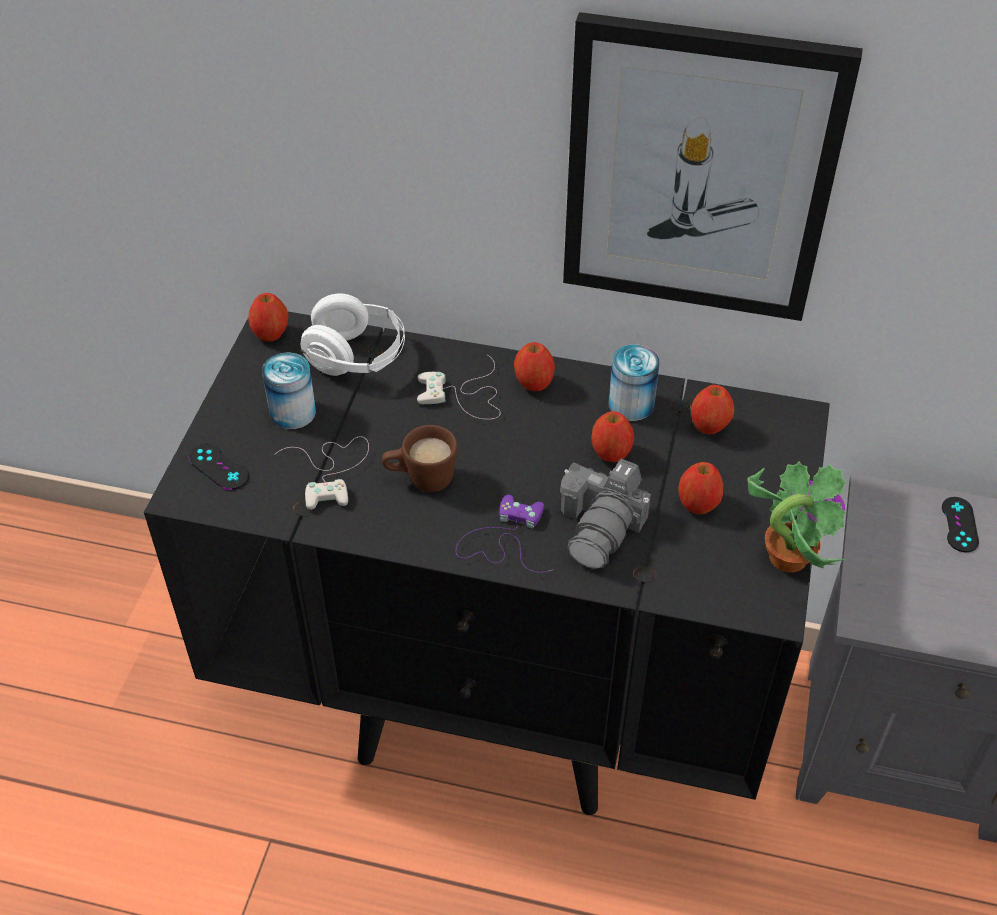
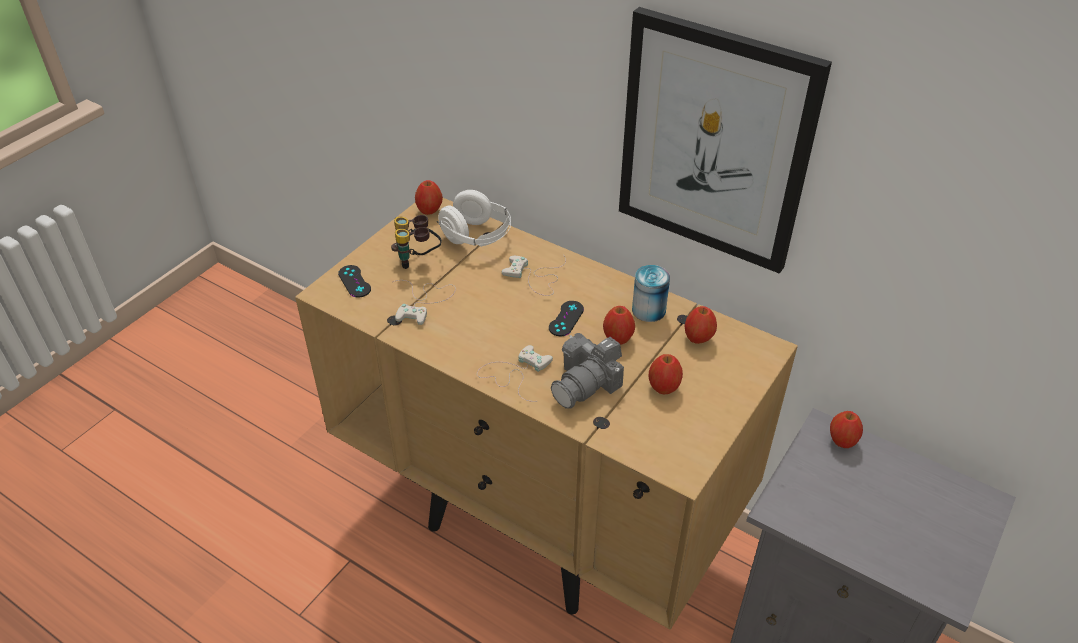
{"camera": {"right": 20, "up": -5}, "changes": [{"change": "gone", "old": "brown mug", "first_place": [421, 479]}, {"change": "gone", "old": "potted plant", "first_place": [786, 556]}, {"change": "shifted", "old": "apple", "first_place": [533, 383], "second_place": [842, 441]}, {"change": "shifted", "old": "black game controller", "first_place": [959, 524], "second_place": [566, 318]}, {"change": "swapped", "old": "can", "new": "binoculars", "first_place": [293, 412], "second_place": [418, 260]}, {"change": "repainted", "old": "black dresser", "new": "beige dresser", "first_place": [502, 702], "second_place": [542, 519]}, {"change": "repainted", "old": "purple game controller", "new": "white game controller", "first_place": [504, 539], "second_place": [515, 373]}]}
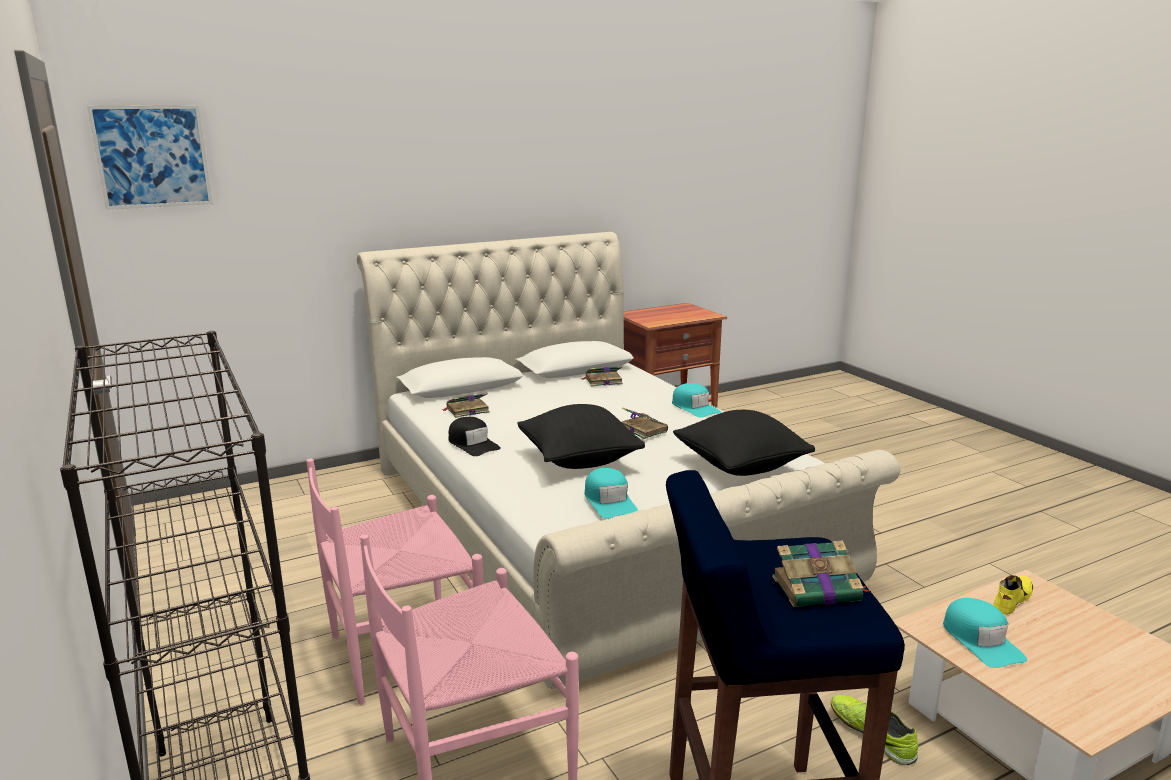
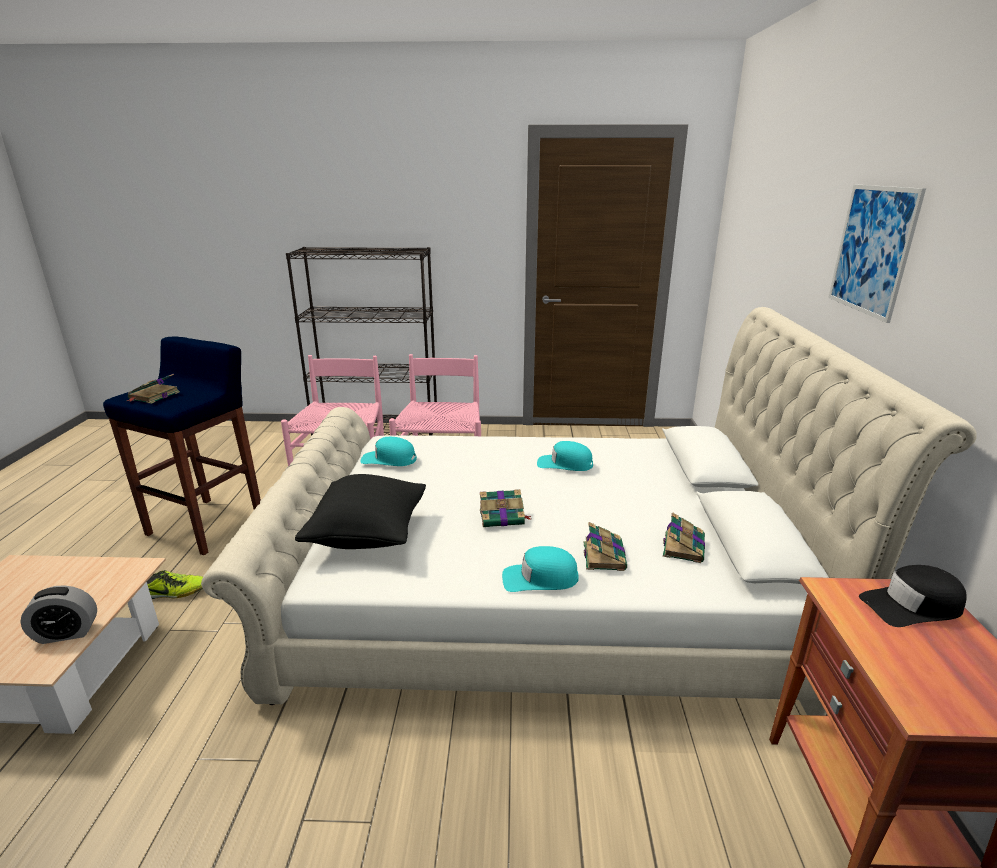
{"camera": {"right": 120, "up": 5}, "changes": [{"change": "gone", "old": "black pillow", "first_place": [579, 460]}, {"change": "shifted", "old": "picture", "first_place": [152, 156], "second_place": [872, 250]}, {"change": "shifted", "old": "book", "first_place": [466, 410], "second_place": [604, 555]}, {"change": "shifted", "old": "black cap", "first_place": [472, 444], "second_place": [912, 606]}, {"change": "shifted", "old": "turquoise cap", "first_place": [981, 641], "second_place": [564, 464]}, {"change": "swapped", "old": "yellow shoe", "new": "alarm clock", "first_place": [1011, 599], "second_place": [66, 633]}]}
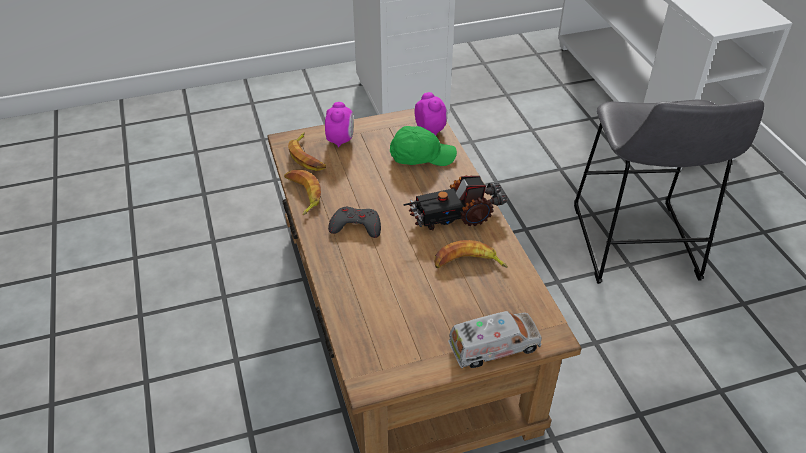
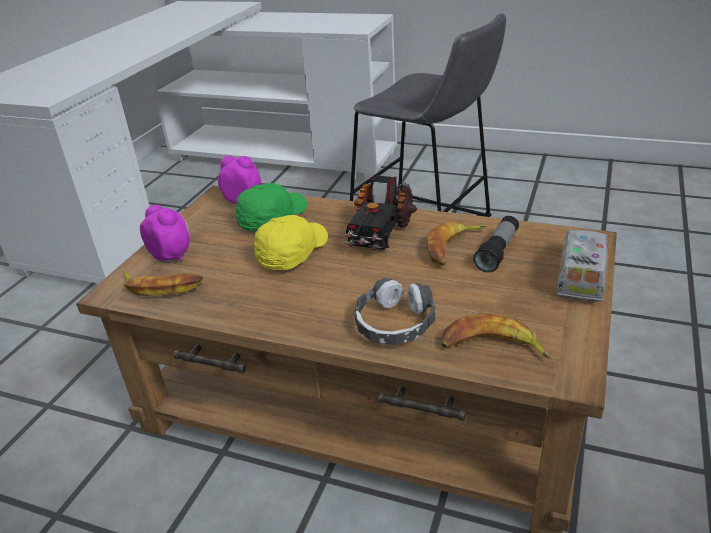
{"camera": {"right": -50, "up": -10}, "changes": [{"change": "gone", "old": "grey game controller", "first_place": [356, 226]}, {"change": "new", "new": "yellow cap", "second_place": [292, 253]}, {"change": "new", "new": "headphones", "second_place": [395, 323]}, {"change": "new", "new": "flashlight", "second_place": [497, 252]}, {"change": "shifted", "old": "banana", "first_place": [302, 194], "second_place": [492, 347]}]}
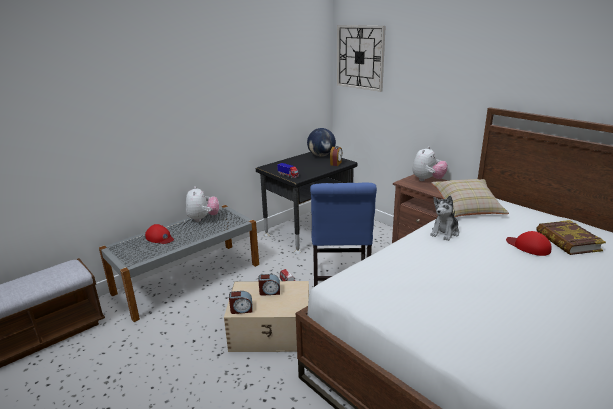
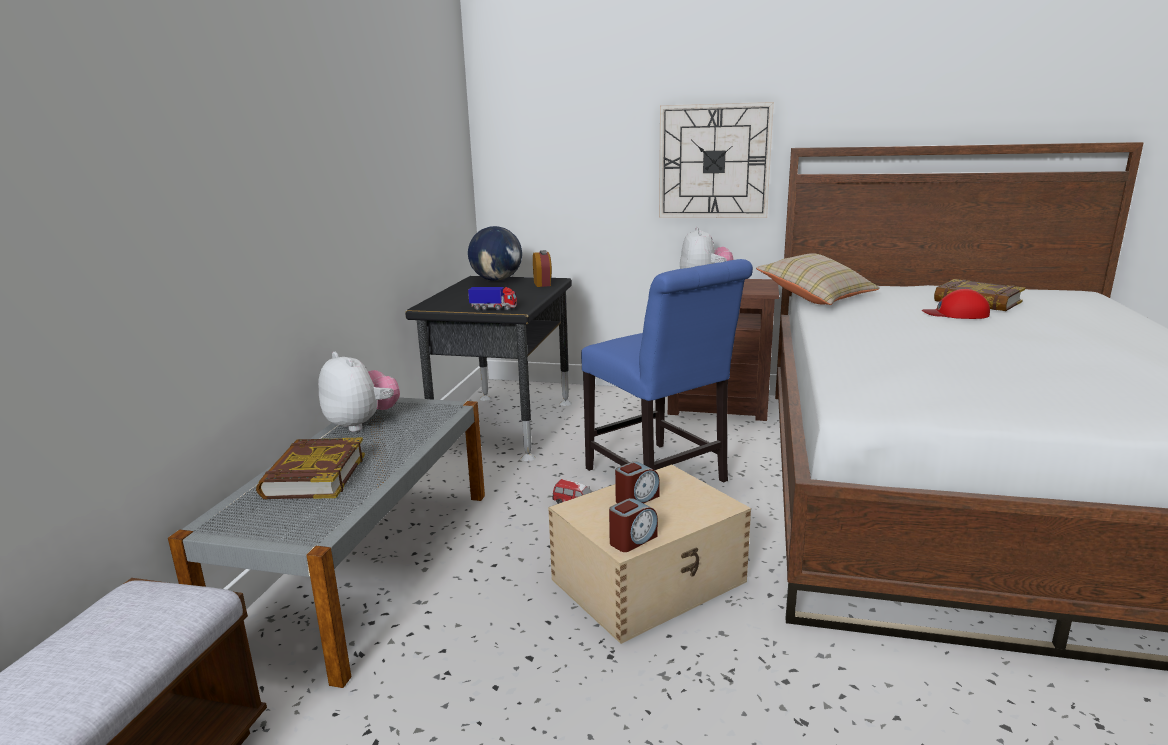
{"camera": {"right": -35, "up": -5}, "changes": [{"change": "gone", "old": "plush toy", "first_place": [445, 232]}, {"change": "shifted", "old": "wall clock", "first_place": [360, 57], "second_place": [714, 161]}, {"change": "swapped", "old": "red cap", "new": "book", "first_place": [160, 238], "second_place": [314, 476]}]}
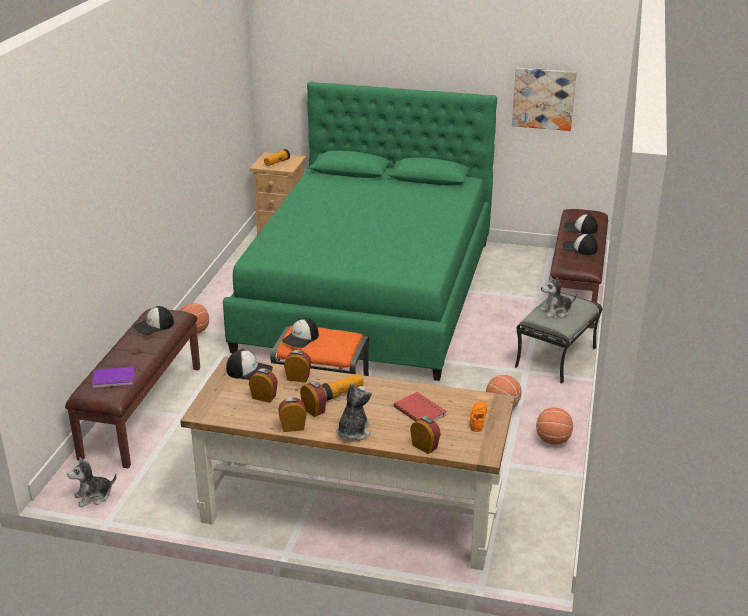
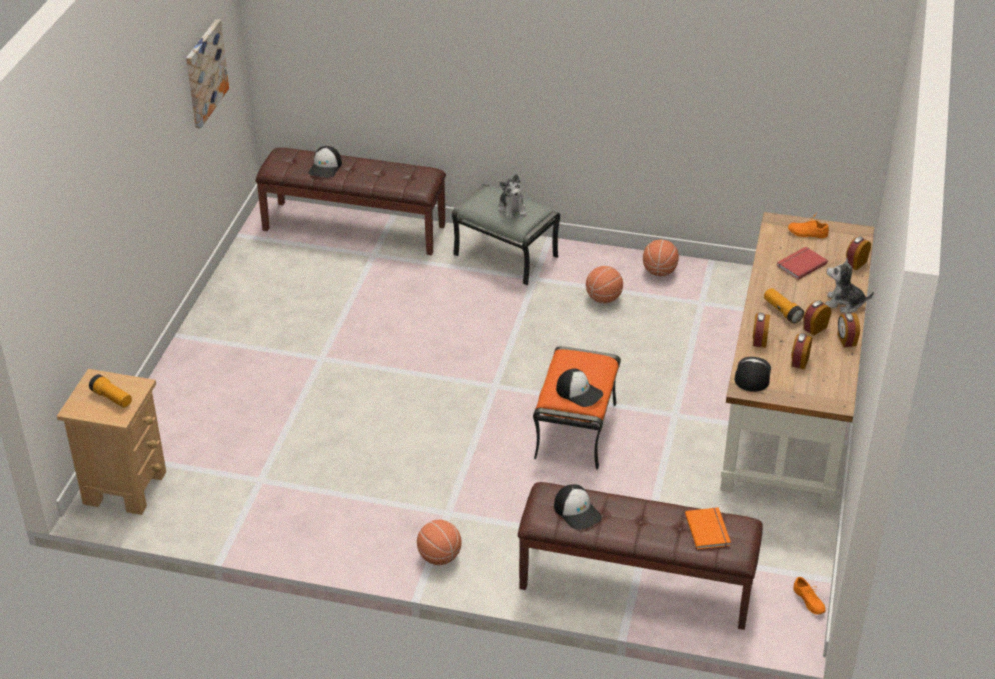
{"camera": {"right": -90, "up": 10}, "changes": [{"change": "gone", "old": "green bed", "first_place": [370, 293]}, {"change": "gone", "old": "cap", "first_place": [579, 248]}, {"change": "swapped", "old": "plush toy", "new": "orange shoe", "first_place": [94, 496], "second_place": [807, 601]}, {"change": "repainted", "old": "purple book", "new": "orange book", "first_place": [114, 379], "second_place": [709, 529]}]}
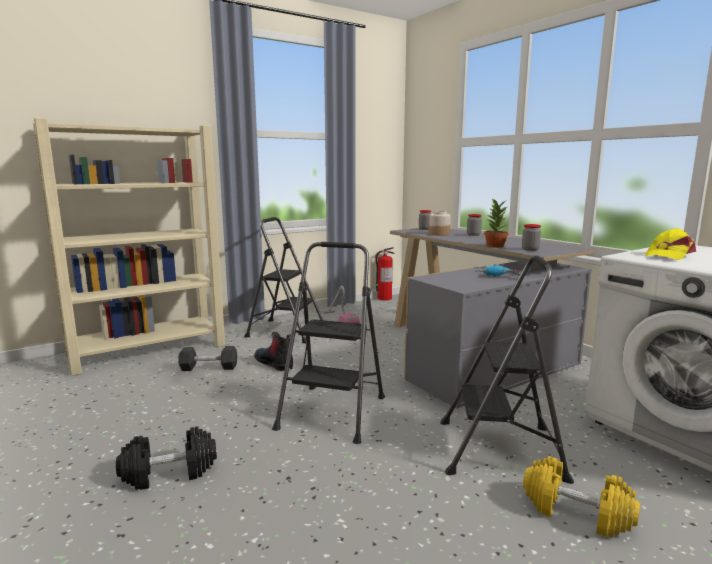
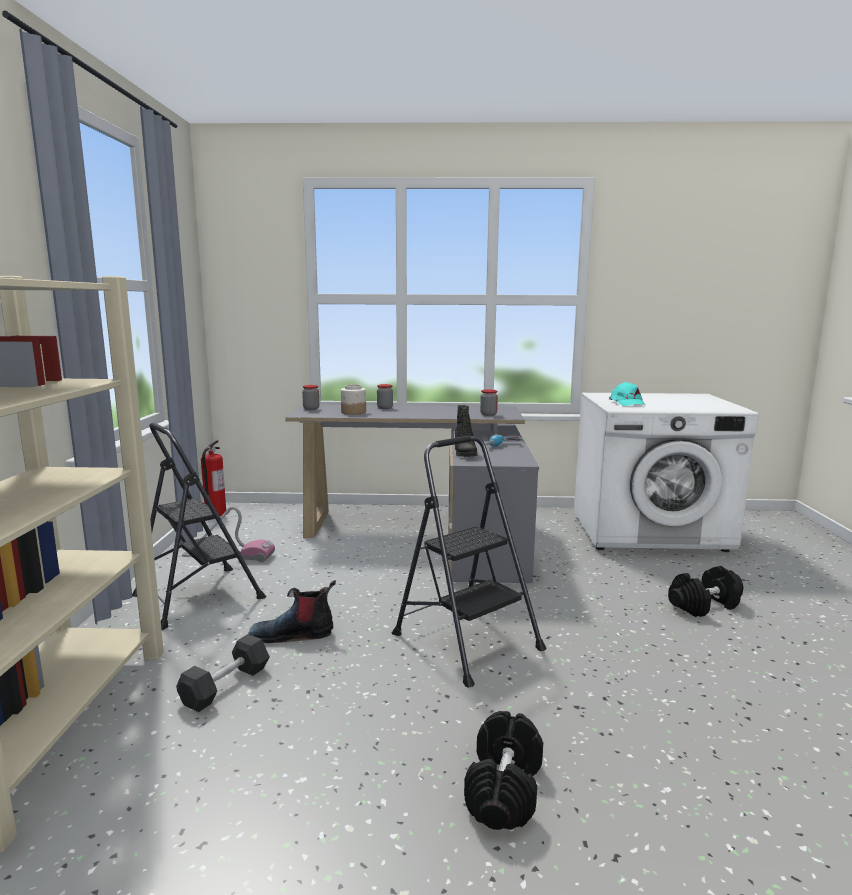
{"camera": {"right": -55, "up": 0}, "changes": [{"change": "gone", "old": "black step ladder", "first_place": [504, 449]}, {"change": "gone", "old": "potted plant", "first_place": [494, 246]}, {"change": "new", "new": "black boot", "second_place": [464, 453]}, {"change": "repainted", "old": "yellow dumbbell", "new": "black dumbbell", "first_place": [576, 513], "second_place": [704, 606]}, {"change": "repainted", "old": "yellow cap", "new": "turquoise cap", "first_place": [668, 255], "second_place": [627, 403]}]}
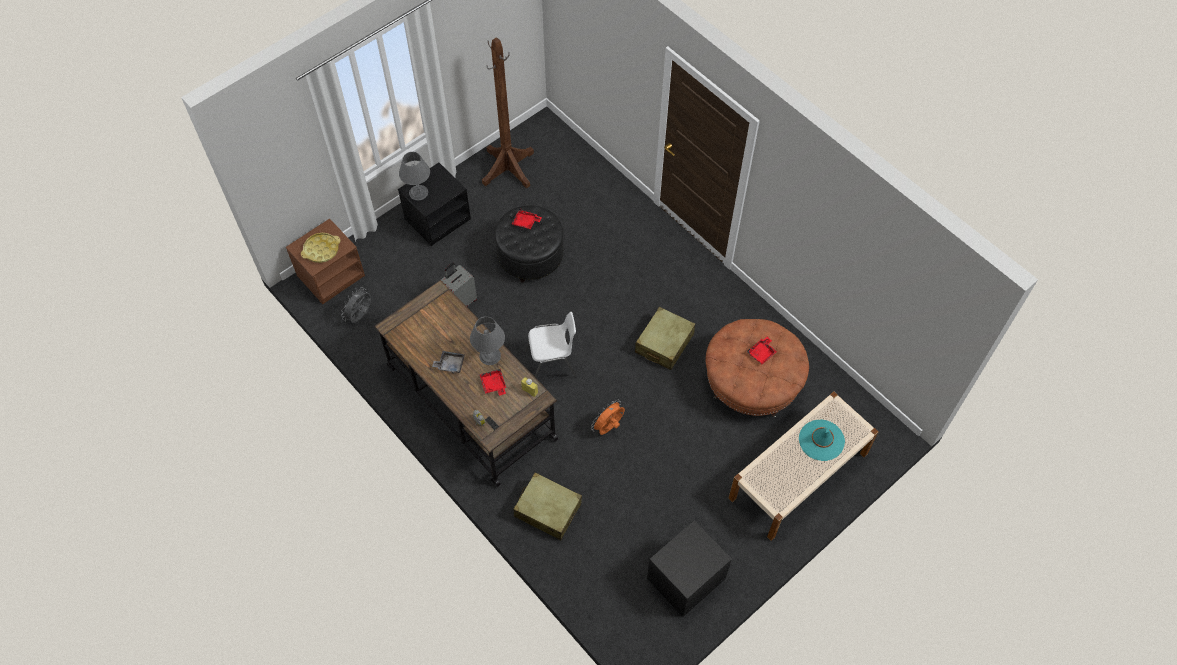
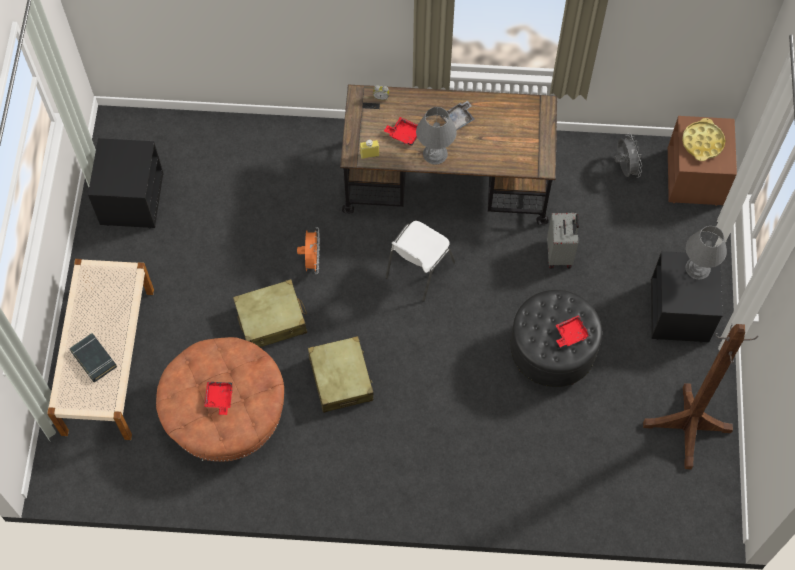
{"camera": {"right": 135, "up": 5}, "changes": [{"change": "shifted", "old": "beige suitcase", "first_place": [547, 510], "second_place": [271, 320]}, {"change": "swapped", "old": "turquoise hat", "new": "black book", "first_place": [821, 440], "second_place": [93, 359]}]}
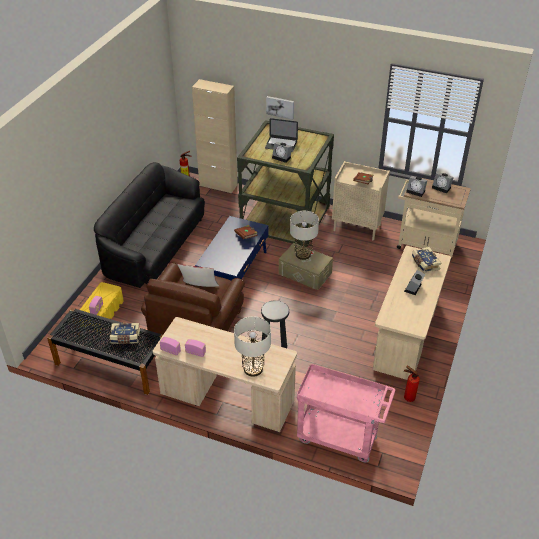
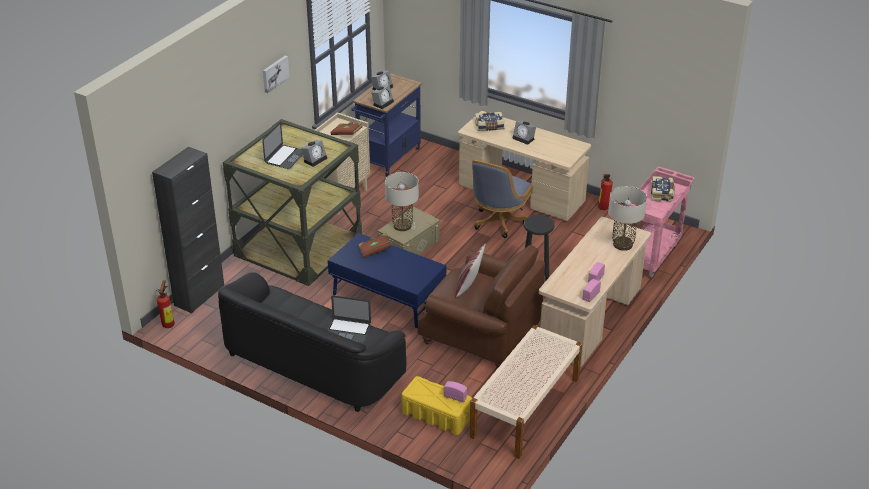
{"camera": {"right": -80, "up": -5}, "changes": [{"change": "new", "new": "laptop", "second_place": [348, 330]}, {"change": "new", "new": "blue office chair", "second_place": [497, 225]}, {"change": "shifted", "old": "book", "first_place": [125, 337], "second_place": [662, 194]}, {"change": "shifted", "old": "picture", "first_place": [280, 107], "second_place": [274, 73]}, {"change": "repainted", "old": "black bench", "new": "beige bench", "first_place": [111, 364], "second_place": [526, 408]}, {"change": "repainted", "old": "beige cabinet", "new": "black cabinet", "first_place": [218, 185], "second_place": [199, 295]}, {"change": "repainted", "old": "beige cart", "new": "blue cart", "first_place": [425, 245], "second_place": [387, 158]}]}
